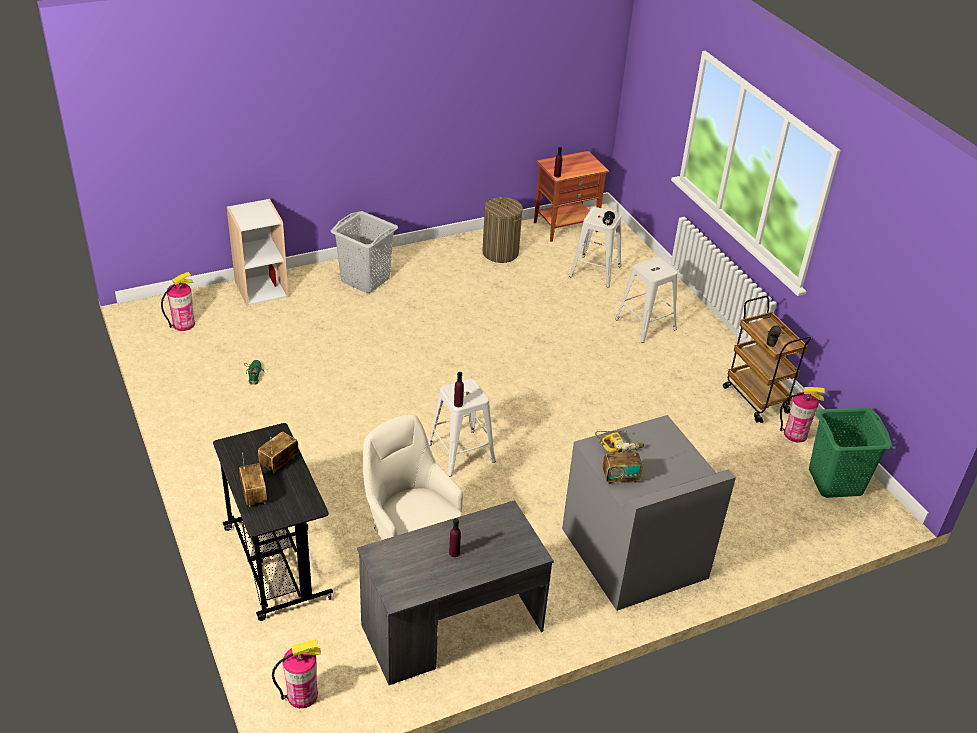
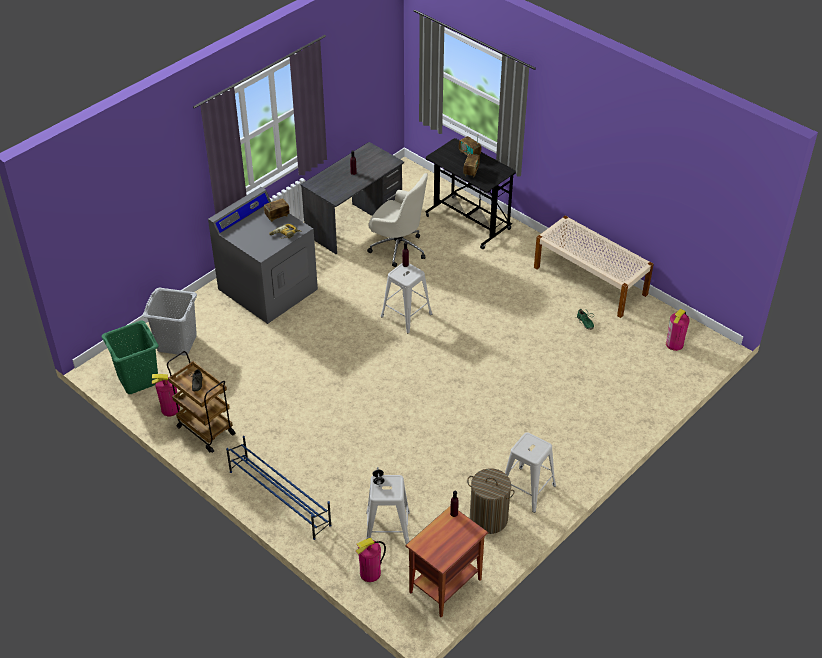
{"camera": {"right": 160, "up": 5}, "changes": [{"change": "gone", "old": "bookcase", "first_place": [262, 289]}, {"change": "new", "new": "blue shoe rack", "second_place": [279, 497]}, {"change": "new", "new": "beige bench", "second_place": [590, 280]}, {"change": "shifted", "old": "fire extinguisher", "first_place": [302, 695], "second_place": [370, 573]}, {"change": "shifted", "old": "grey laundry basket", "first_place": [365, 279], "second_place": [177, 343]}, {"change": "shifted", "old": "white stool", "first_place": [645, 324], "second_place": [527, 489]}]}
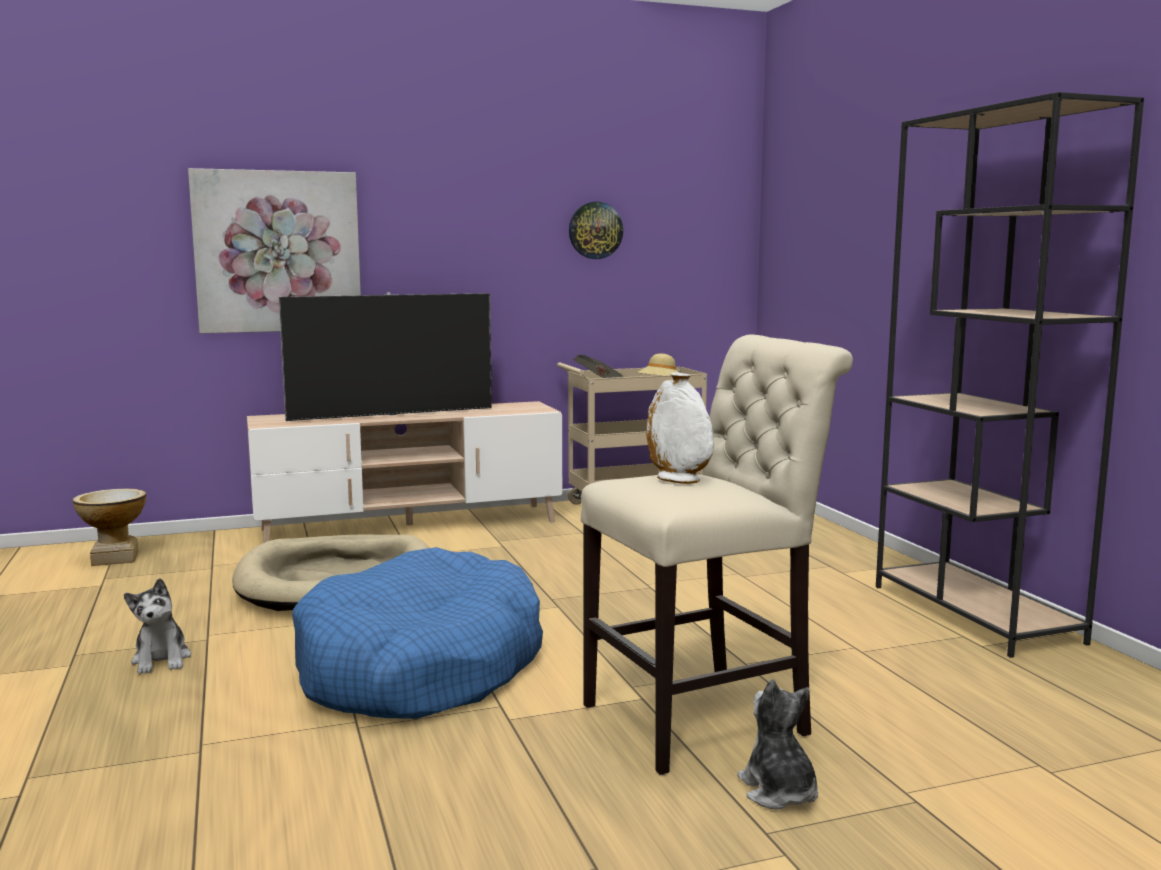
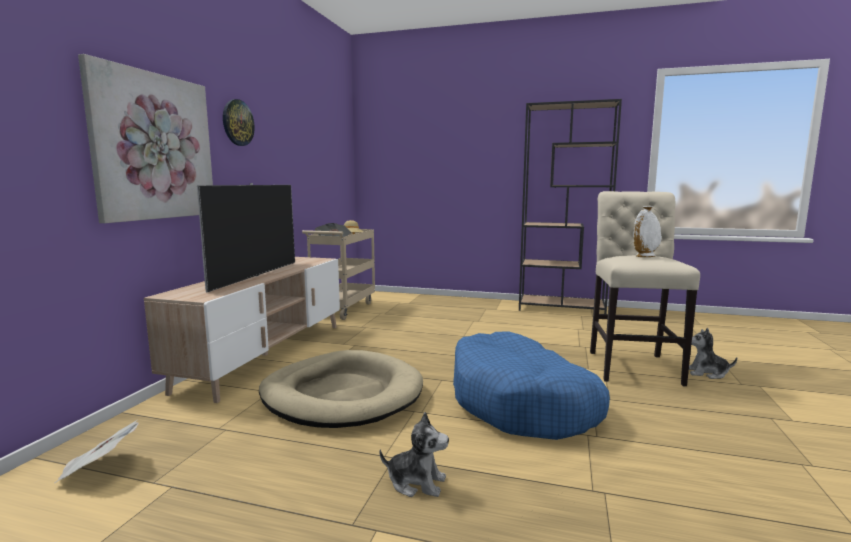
{"camera": {"right": -55, "up": 0}, "changes": [{"change": "shifted", "old": "wall clock", "first_place": [595, 230], "second_place": [237, 122]}, {"change": "swapped", "old": "vase", "new": "newspaper", "first_place": [115, 558], "second_place": [100, 468]}]}
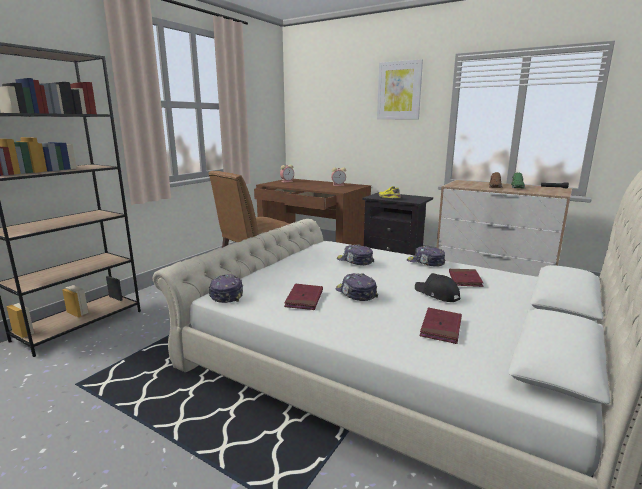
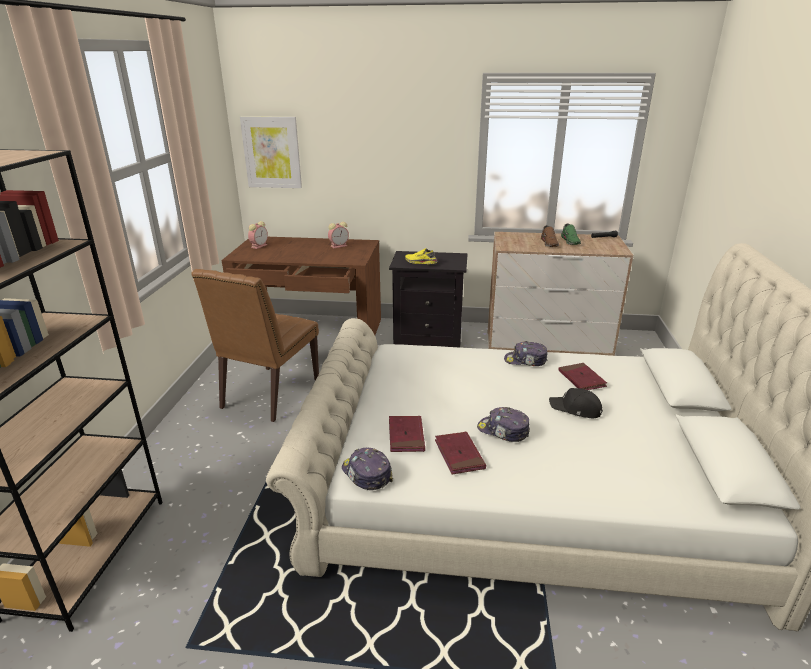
{"camera": {"right": -25, "up": 10}, "changes": [{"change": "gone", "old": "cap", "first_place": [355, 261]}, {"change": "shifted", "old": "picture", "first_place": [399, 90], "second_place": [272, 152]}, {"change": "shifted", "old": "red book", "first_place": [441, 328], "second_place": [406, 436]}]}
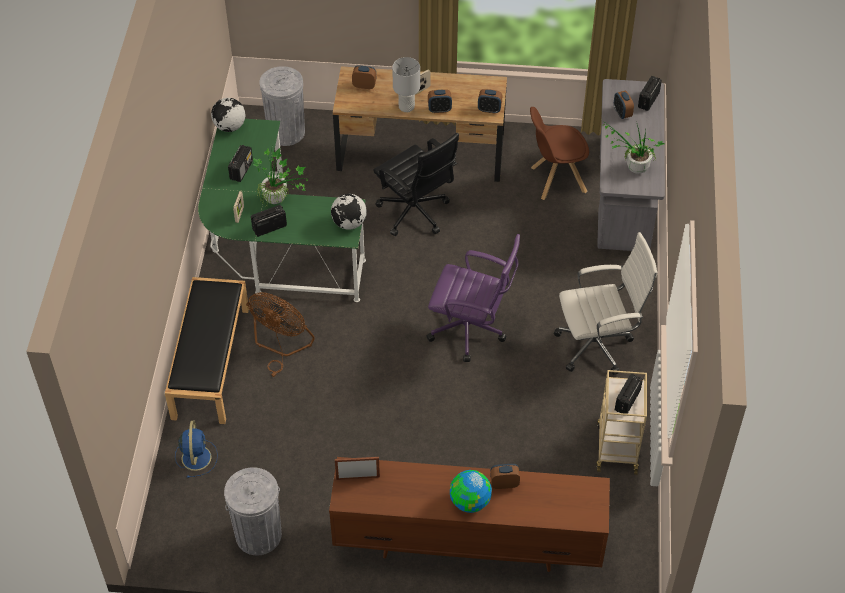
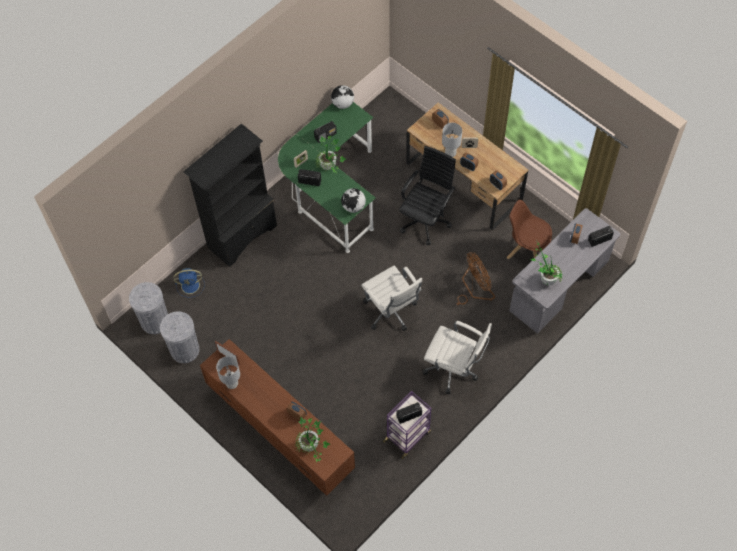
{"camera": {"right": 40, "up": 10}, "changes": [{"change": "gone", "old": "globe", "first_place": [470, 502]}, {"change": "new", "new": "grey table lamp", "second_place": [232, 384]}, {"change": "new", "new": "potted plant", "second_place": [311, 448]}, {"change": "shifted", "old": "brown fan", "first_place": [278, 344], "second_place": [473, 287]}, {"change": "shifted", "old": "grey trash can", "first_place": [286, 132], "second_place": [154, 321]}, {"change": "swapped", "old": "black bench", "new": "black bookcase", "first_place": [210, 361], "second_place": [242, 236]}, {"change": "repainted", "old": "purple office chair", "new": "white office chair", "first_place": [470, 331], "second_place": [391, 312]}, {"change": "repainted", "old": "beige cart", "new": "purple cart", "first_place": [616, 447], "second_place": [407, 436]}, {"change": "rotated", "old": "blue fan", "first_place": [196, 456], "second_place": [191, 285], "degrees": 45}, {"change": "rotated", "old": "black office chair", "first_place": [416, 214], "second_place": [426, 220], "degrees": -150}]}
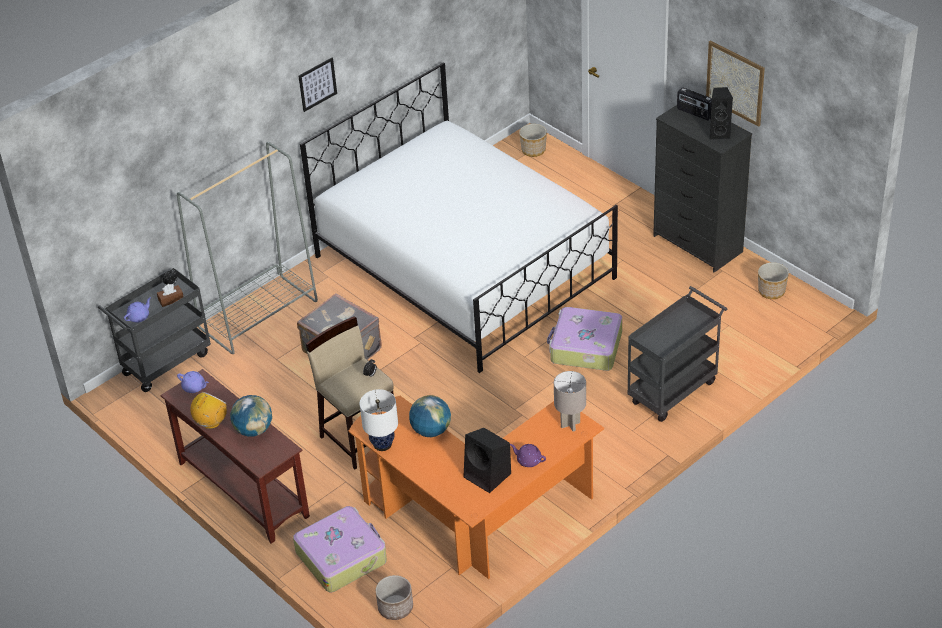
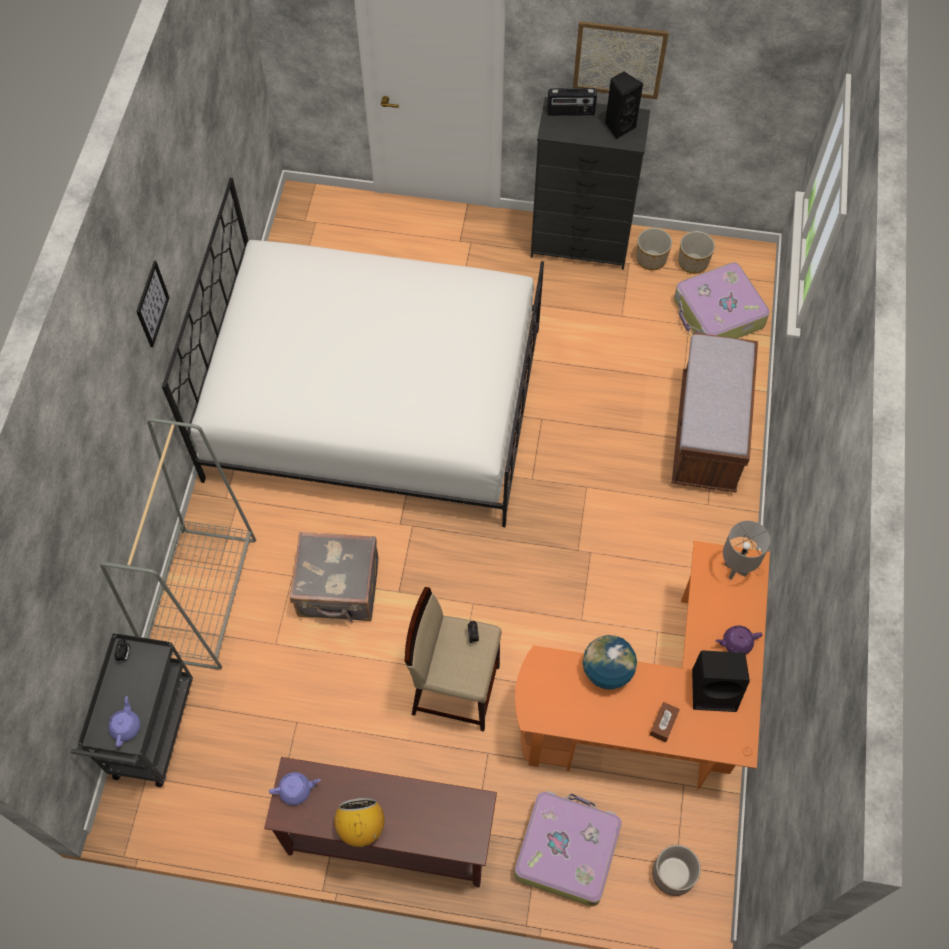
{"camera": {"right": -40, "up": 20}, "changes": [{"change": "gone", "old": "globe", "first_place": [254, 430]}, {"change": "gone", "old": "white table lamp", "first_place": [382, 444]}, {"change": "shifted", "old": "brown tissue box", "first_place": [171, 299], "second_place": [663, 724]}, {"change": "shifted", "old": "planter", "first_place": [533, 150], "second_place": [651, 259]}, {"change": "shifted", "old": "suitcase", "first_place": [585, 347], "second_place": [717, 314]}, {"change": "swapped", "old": "grey cart", "new": "brown bench", "first_place": [674, 392], "second_place": [707, 434]}]}
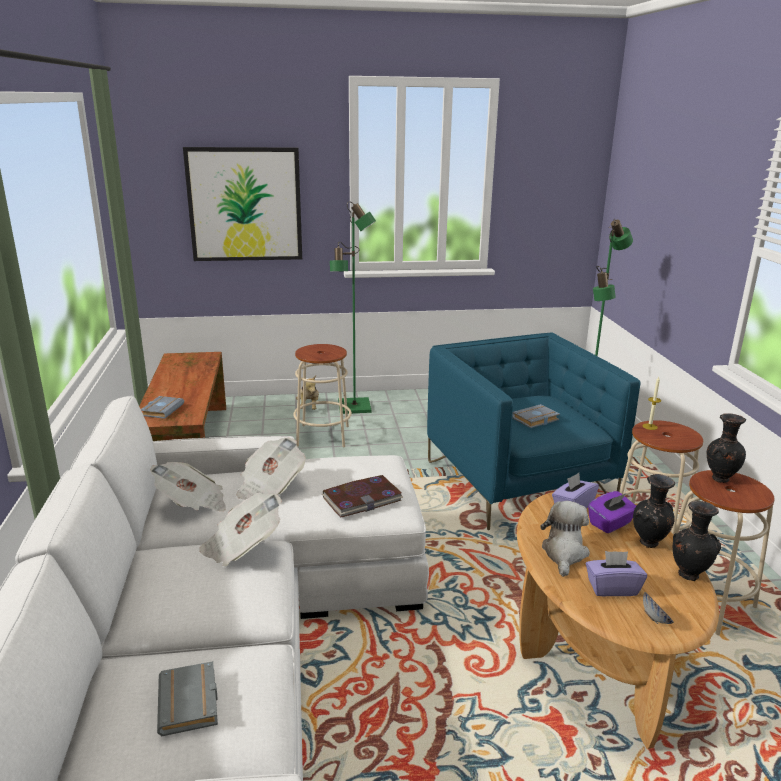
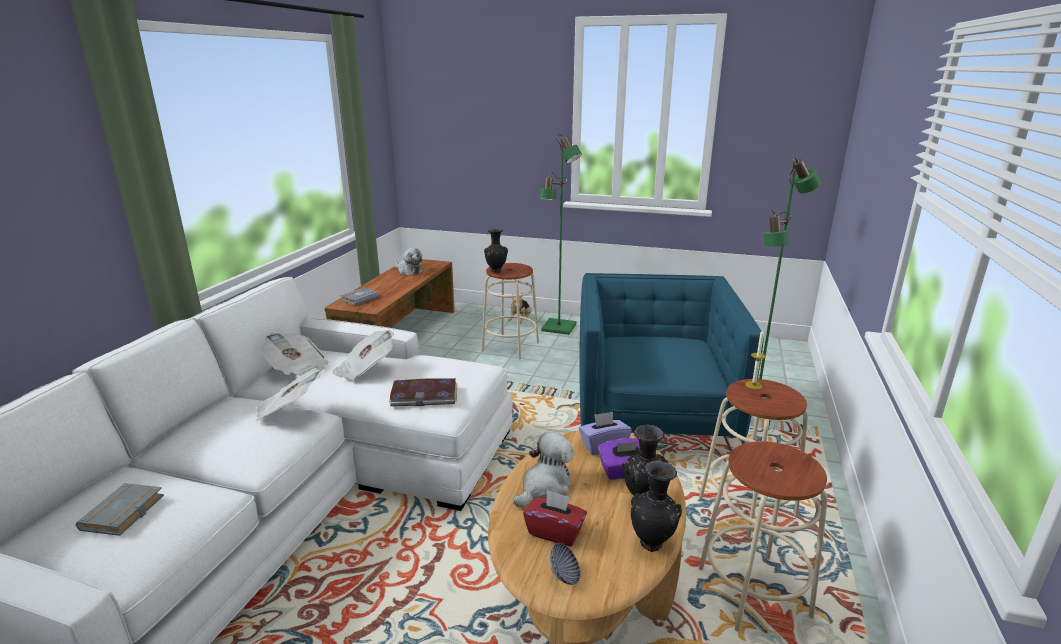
{"camera": {"right": 25, "up": 0}, "changes": [{"change": "gone", "old": "picture", "first_place": [245, 204]}, {"change": "gone", "old": "grey book", "first_place": [535, 420]}, {"change": "new", "new": "plush toy", "second_place": [408, 271]}, {"change": "shifted", "old": "black vase", "first_place": [719, 478], "second_place": [496, 271]}, {"change": "repainted", "old": "purple tissue box", "new": "red tissue box", "first_place": [612, 588], "second_place": [555, 532]}]}
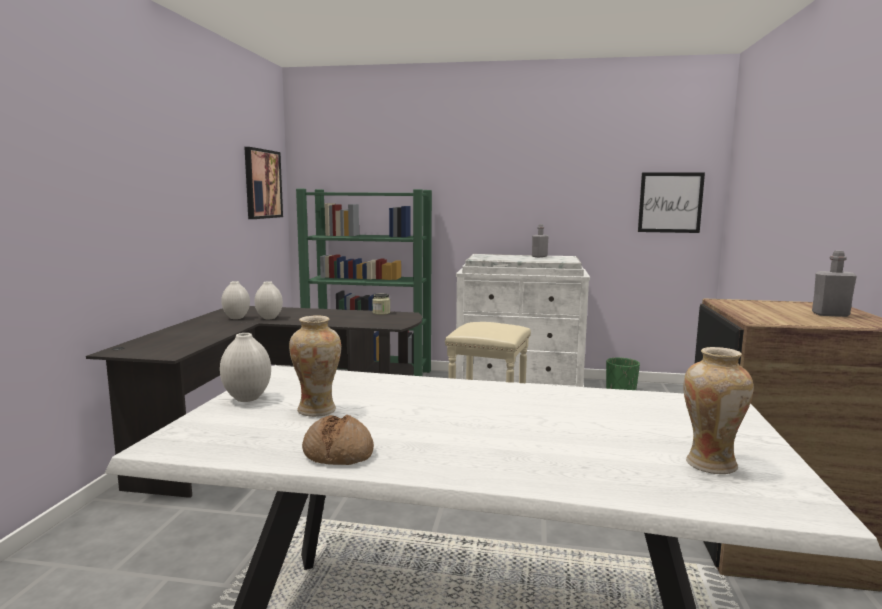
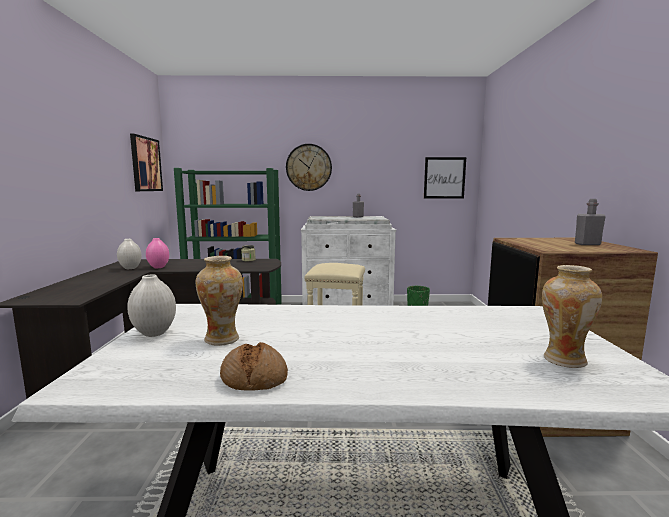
{"camera": {"right": -10, "up": 0}, "changes": [{"change": "new", "new": "wall clock", "second_place": [309, 167]}, {"change": "repainted", "old": "white vase", "new": "pink vase", "first_place": [269, 318], "second_place": [159, 267]}]}
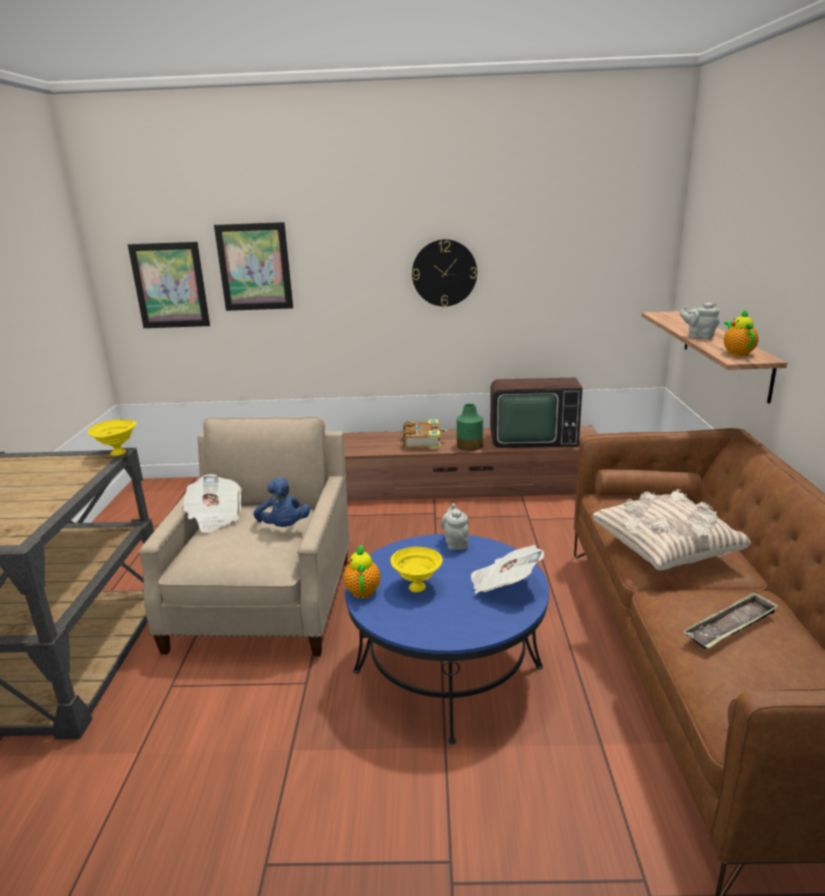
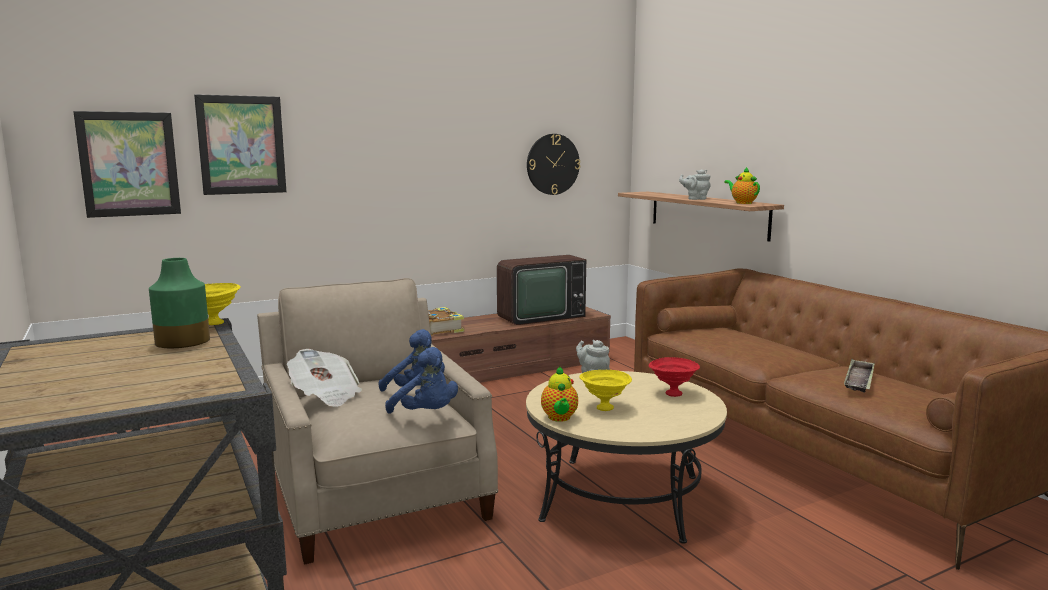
{"camera": {"right": -30, "up": -10}, "changes": [{"change": "gone", "old": "beige pillow", "first_place": [665, 549]}, {"change": "new", "new": "blue plush toy", "second_place": [426, 414]}, {"change": "shifted", "old": "wall clock", "first_place": [444, 273], "second_place": [552, 164]}, {"change": "shifted", "old": "green vase", "first_place": [470, 446], "second_place": [183, 341]}, {"change": "swapped", "old": "newspaper", "new": "red bowl", "first_place": [504, 585], "second_place": [672, 394]}, {"change": "repainted", "old": "blue coffee table", "new": "beige coffee table", "first_place": [448, 669], "second_place": [622, 497]}, {"change": "rotated", "old": "teapot", "first_place": [363, 590], "second_place": [559, 418], "degrees": -150}]}
